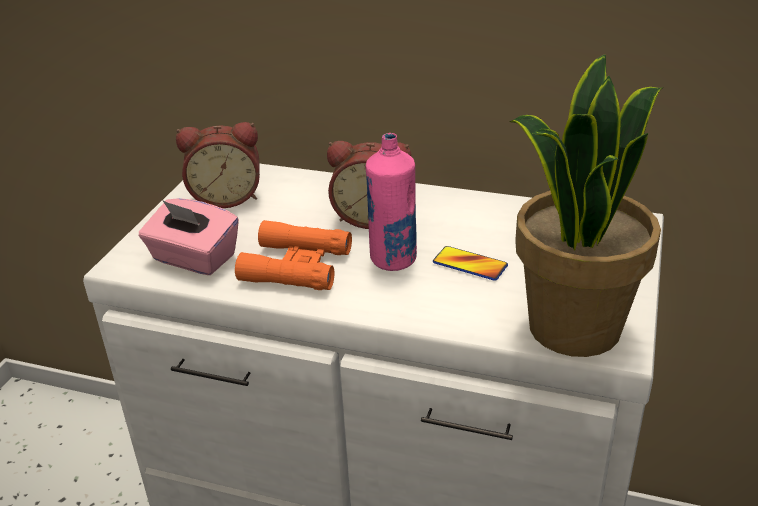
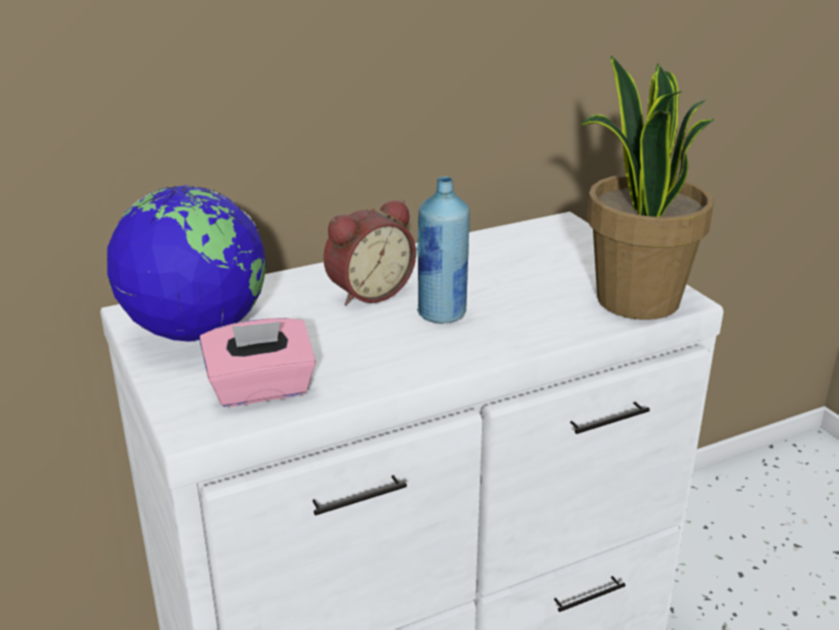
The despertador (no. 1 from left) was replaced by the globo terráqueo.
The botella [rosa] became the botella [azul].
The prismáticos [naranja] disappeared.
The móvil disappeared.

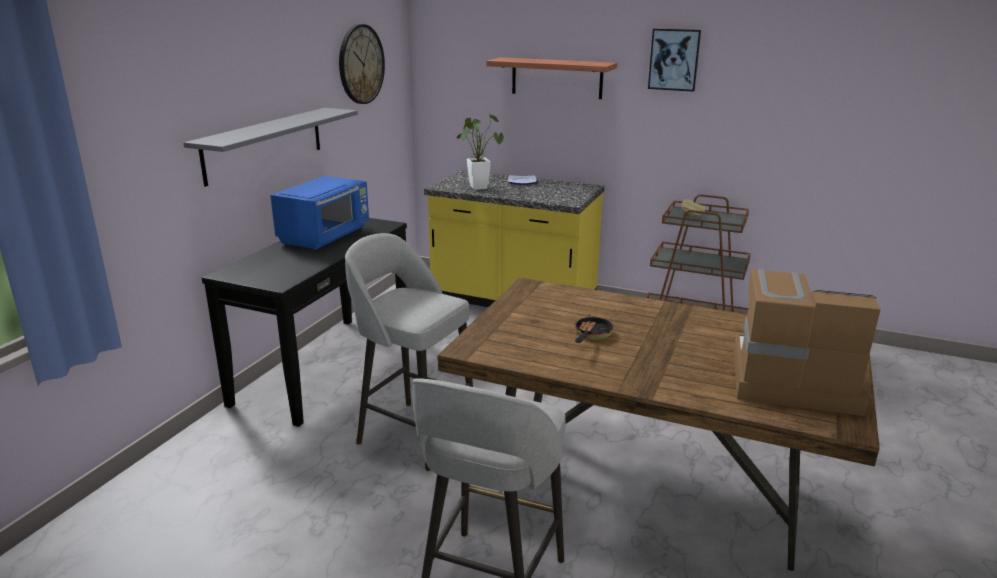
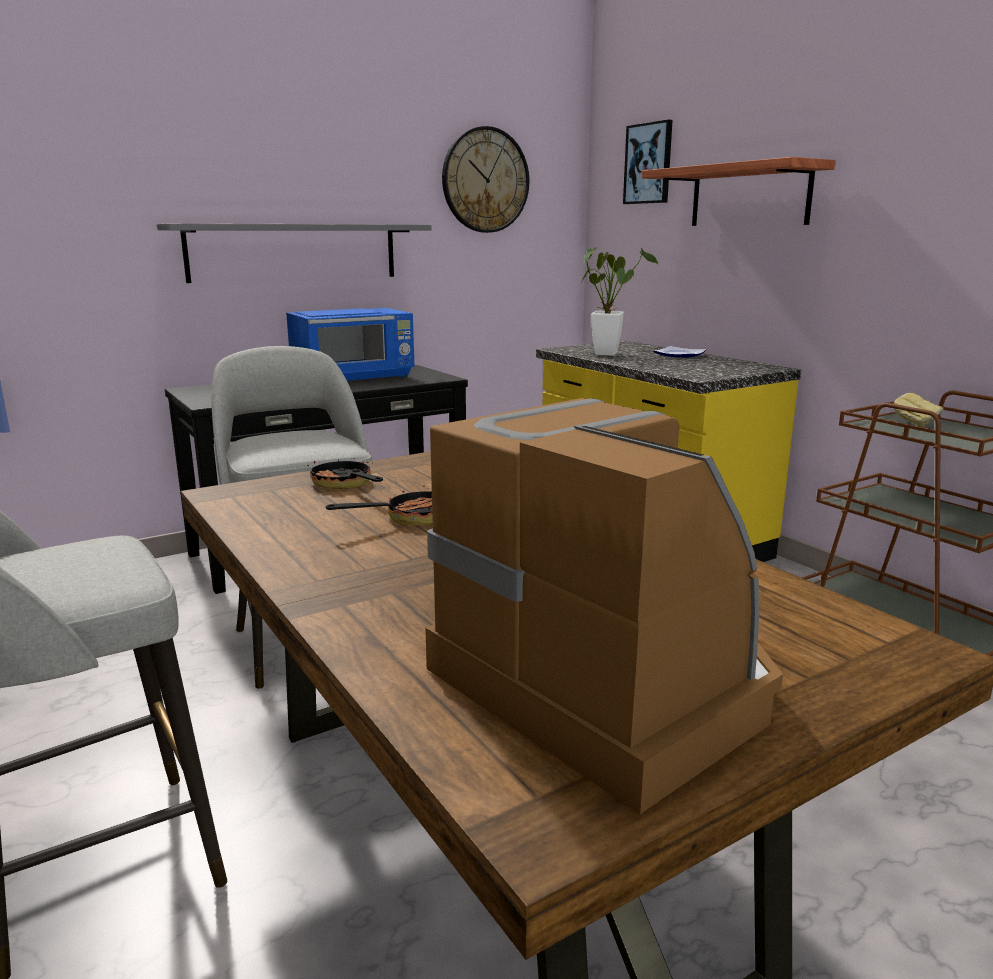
The sartén (no. 1 from left) appeared.
The cuadro moved.

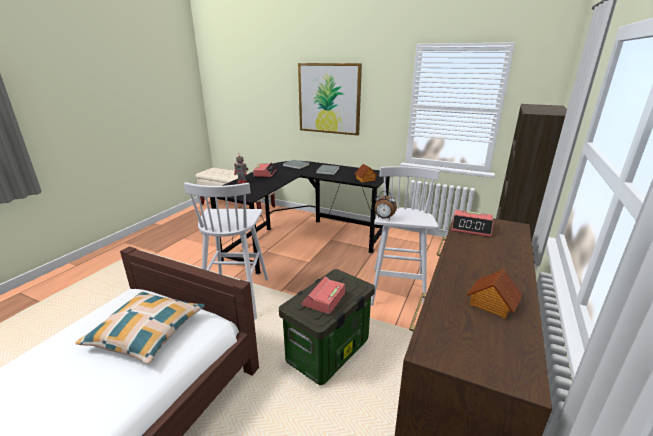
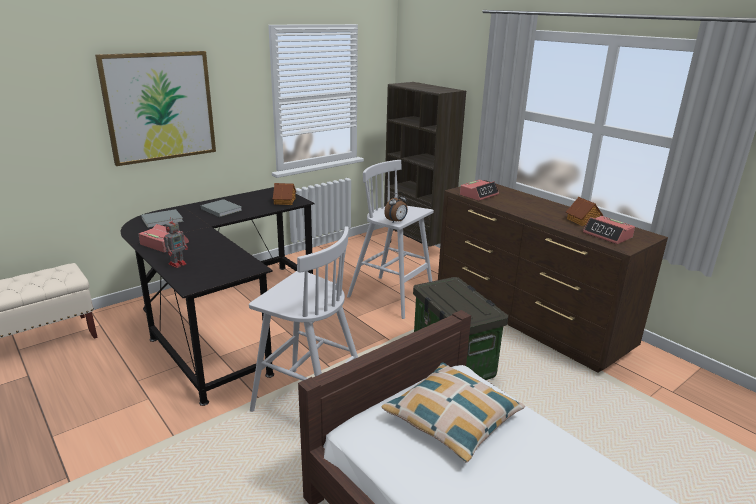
The despertador (no. 2 from left in the first image) moved.

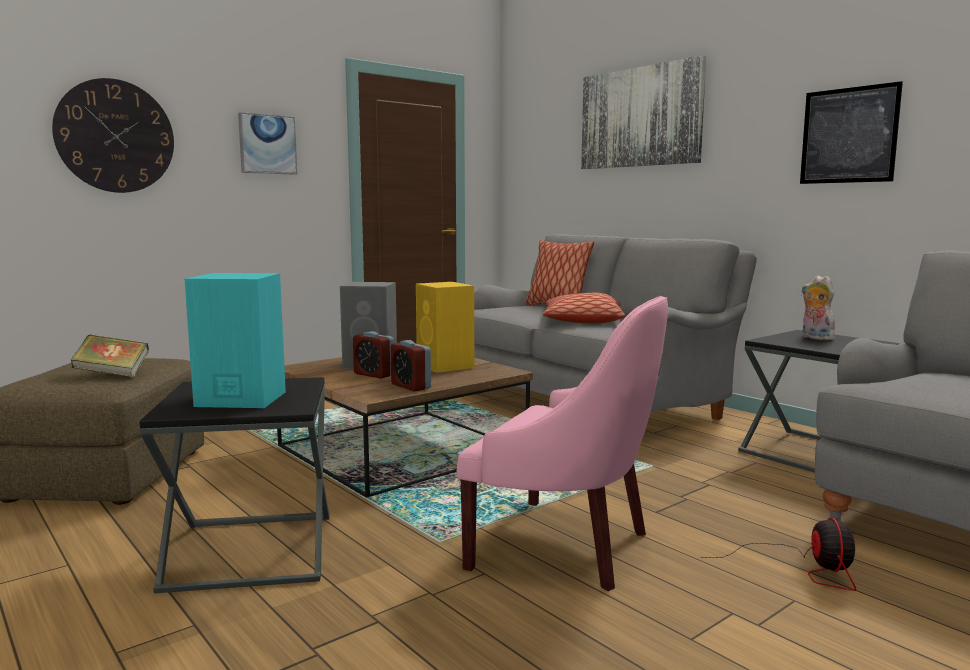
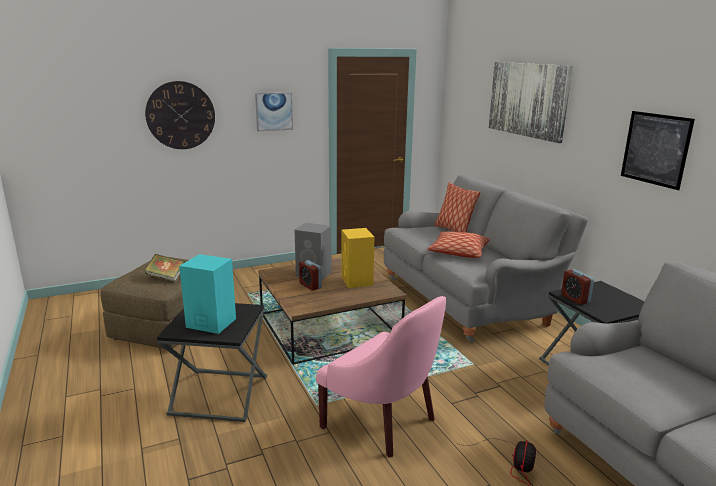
The despertador (no. 2 from left) moved.
The peluche disappeared.

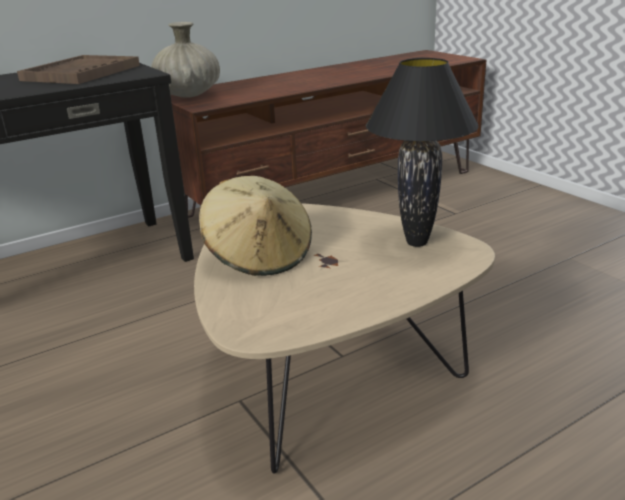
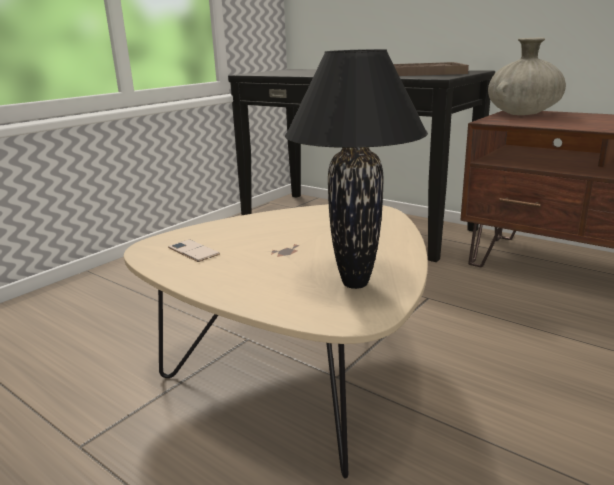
The móvil appeared.
The sombrero [beis] disappeared.

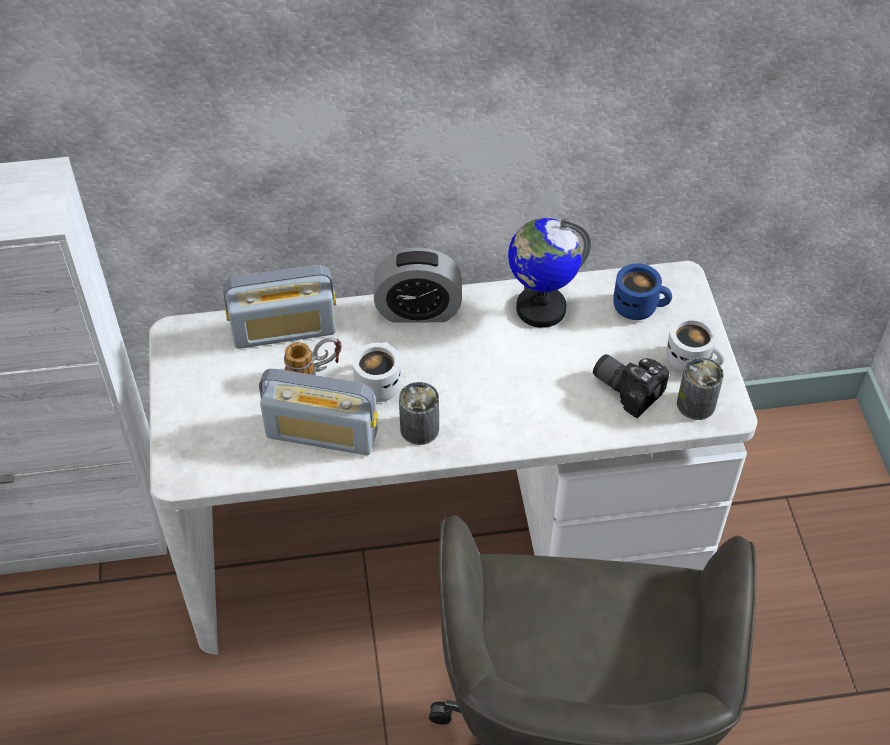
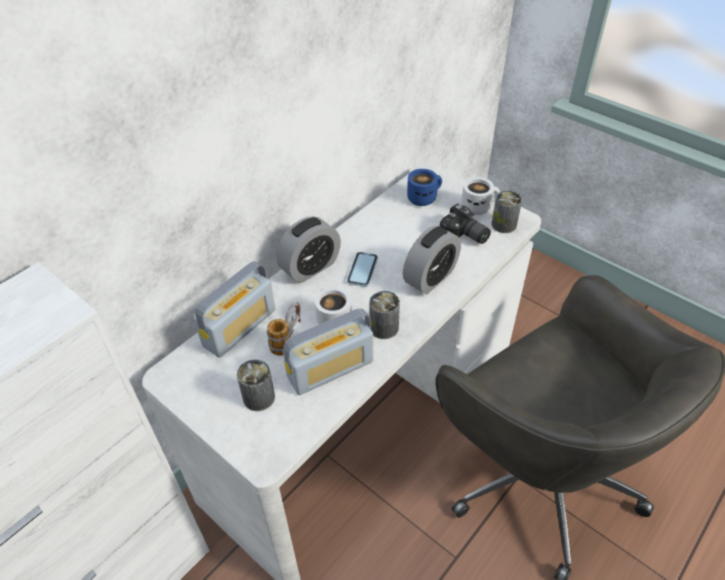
The lata (no. 1 from left) appeared.
The móvil appeared.
The despertador (no. 2 from left) appeared.
The cámara turned 135 degrees counterclockwise.
The globo terráqueo disappeared.

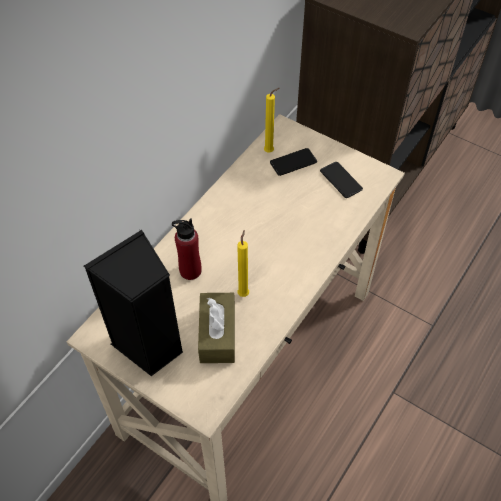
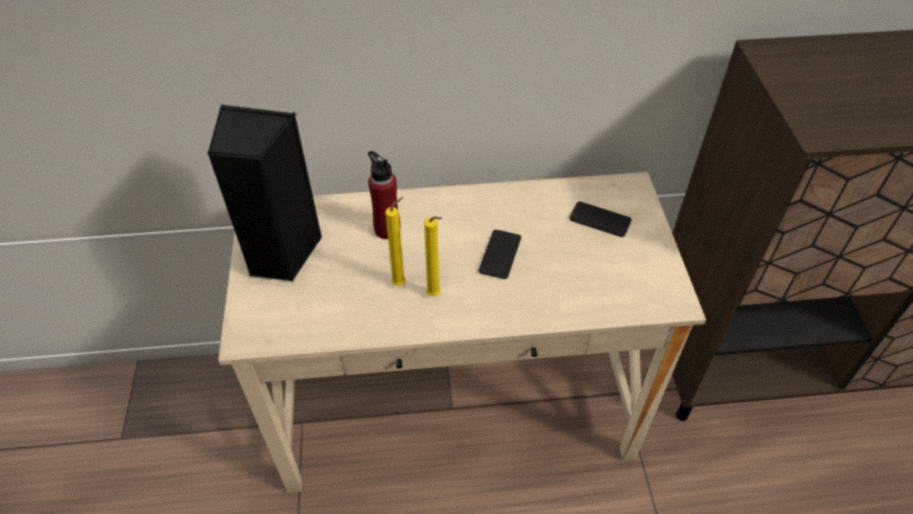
The vela [amarillo] (no. 2 from left) moved.
The móvil (no. 2 from left in the first image) moved.
The caja de pañuelos [marrón] disappeared.

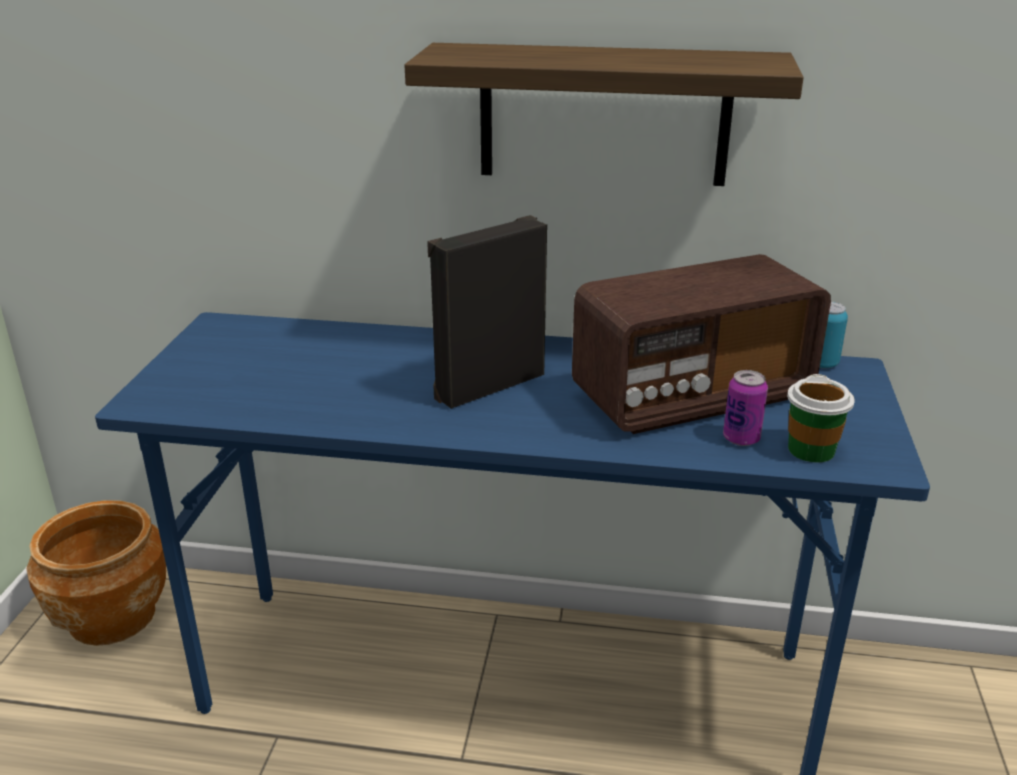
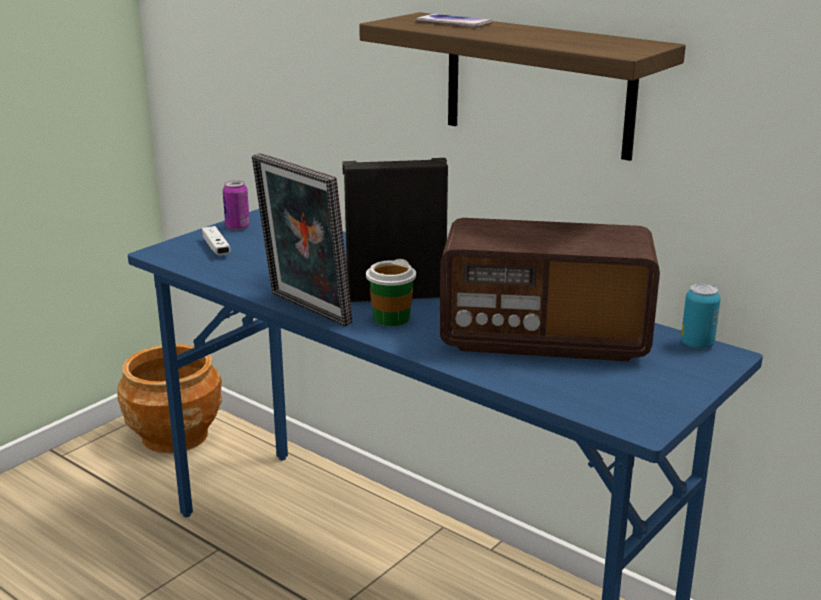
The mando de consola [blanco] appeared.
The lata (no. 1 from left) moved.
The portarretratos appeared.
The taza moved.
The móvil appeared.

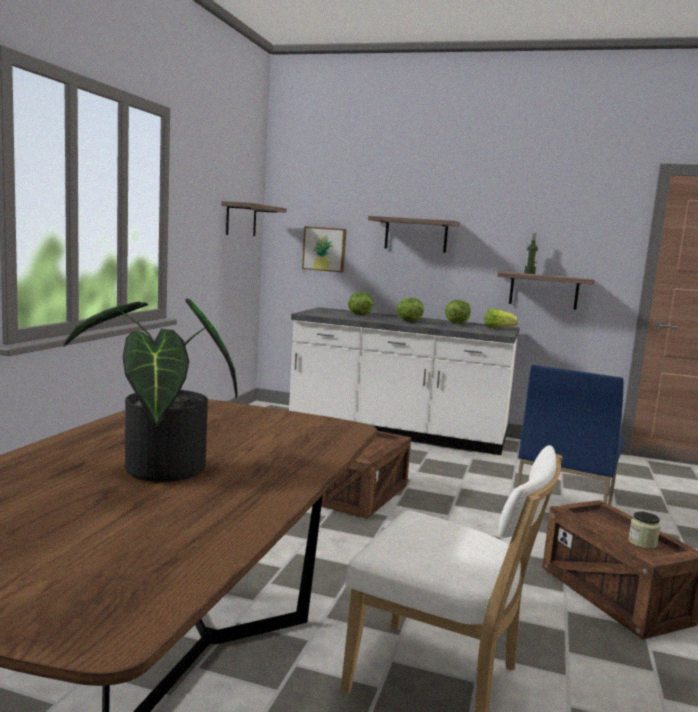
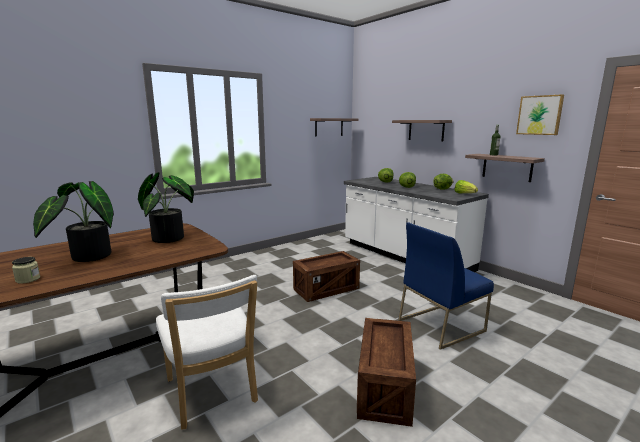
The tarro moved.
The planta en maceta (no. 2 from left) appeared.
The cuadro moved.

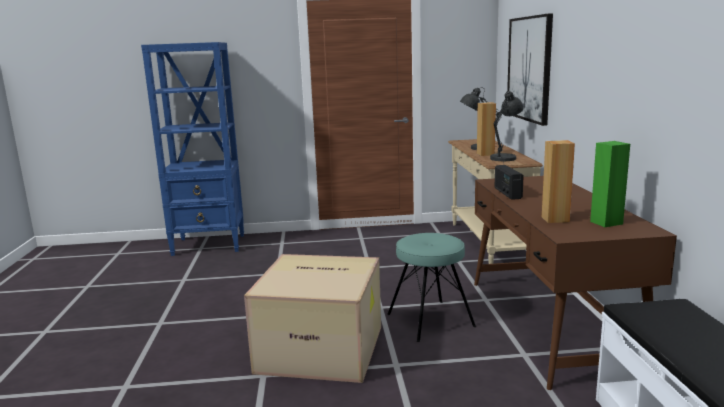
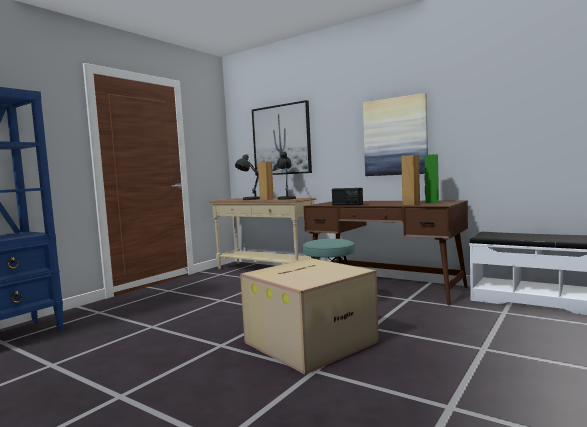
The cuadro (no. 2 from left) appeared.

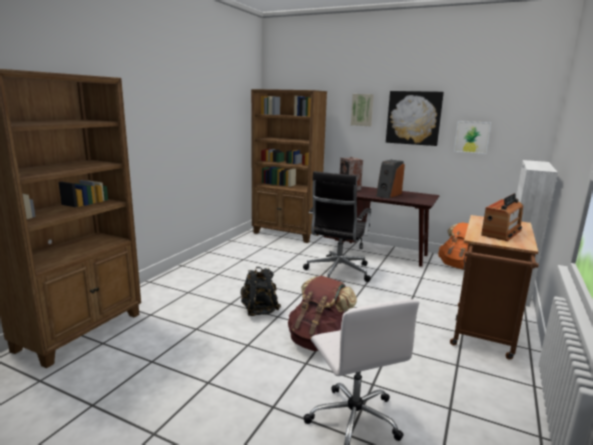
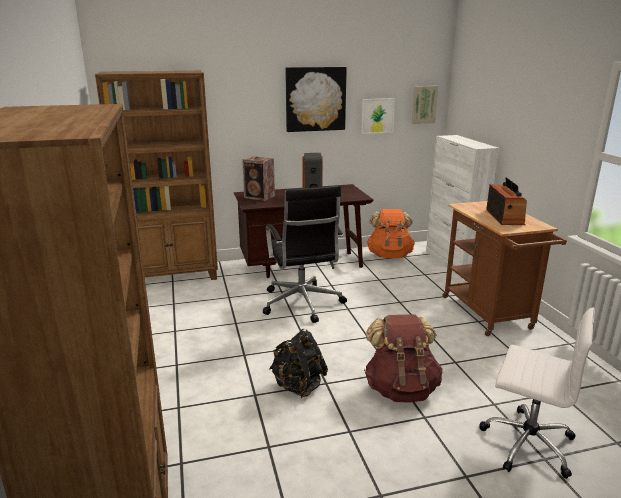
The cuadro (no. 1 from left in the first image) moved.

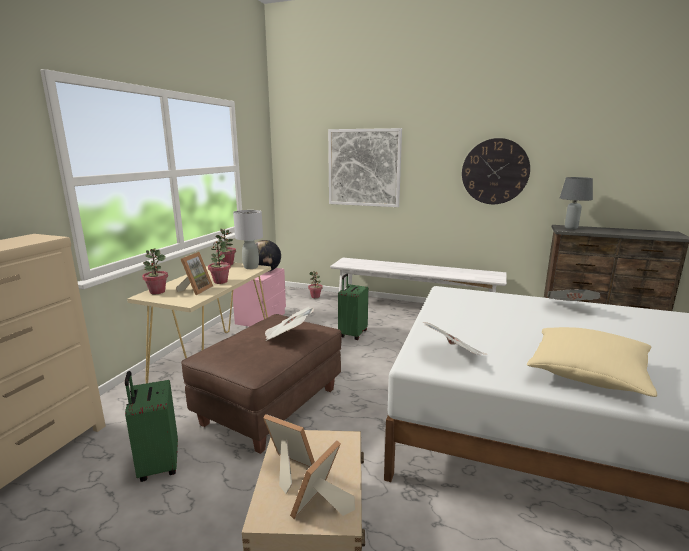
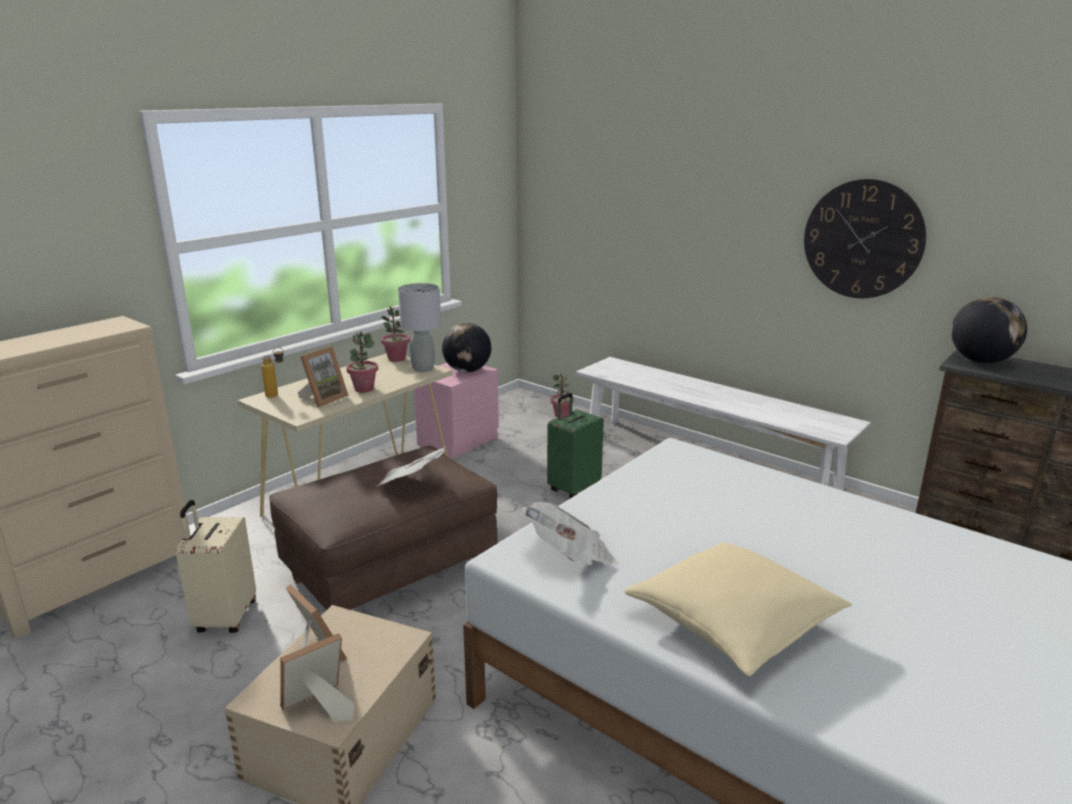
The maleta [verde] (no. 1 from left) became the maleta [beis].
The planta en maceta (no. 1 from left) was replaced by the botella.
The lámpara de mesa [gris] (no. 2 from left) was replaced by the globo terráqueo (no. 2 from left).
The cuadro disappeared.
The periódico (no. 3 from left) disappeared.

